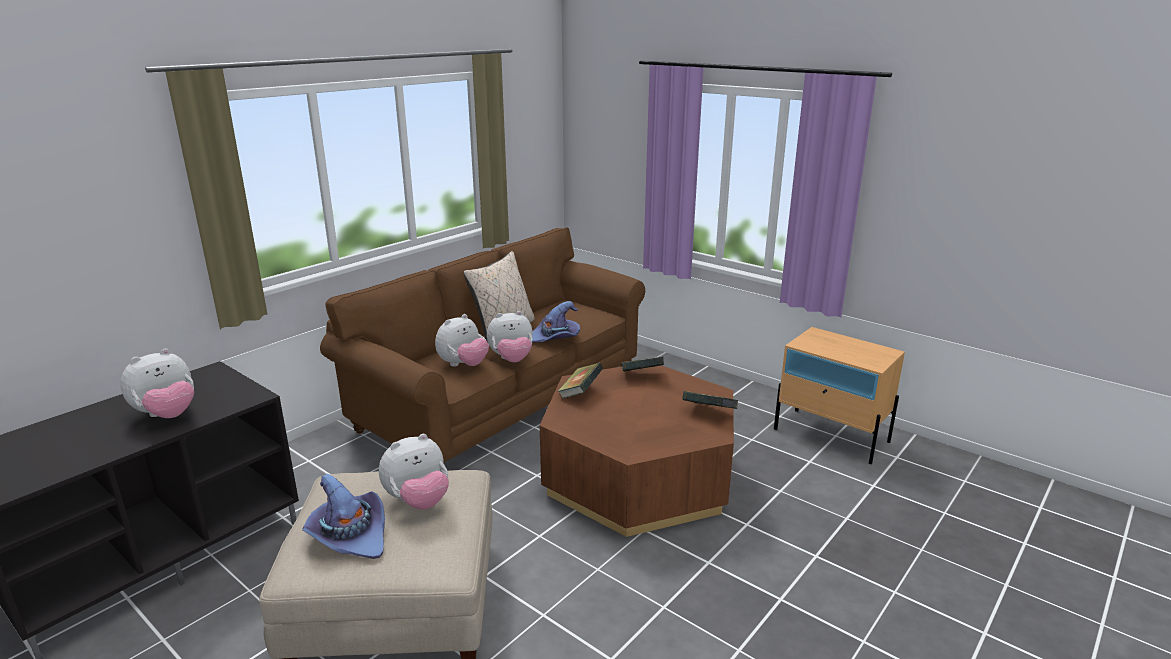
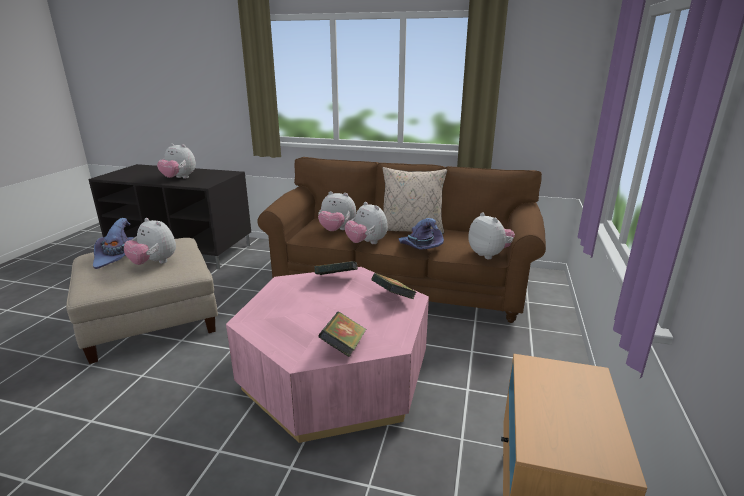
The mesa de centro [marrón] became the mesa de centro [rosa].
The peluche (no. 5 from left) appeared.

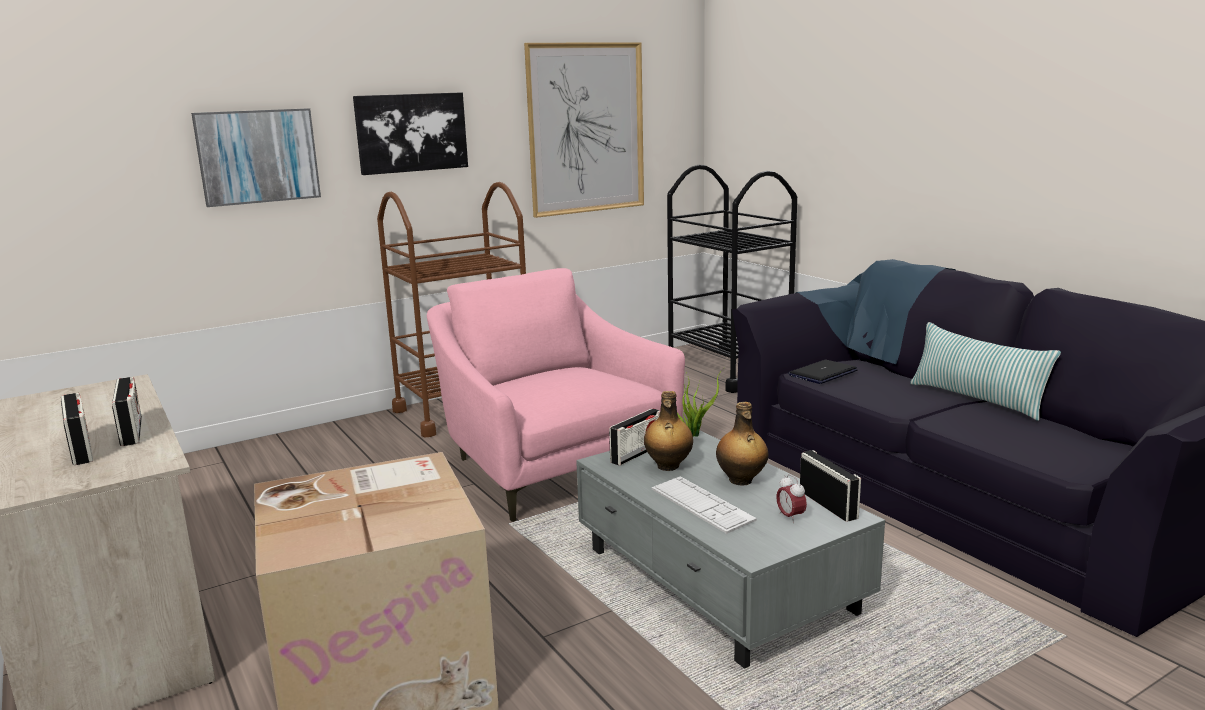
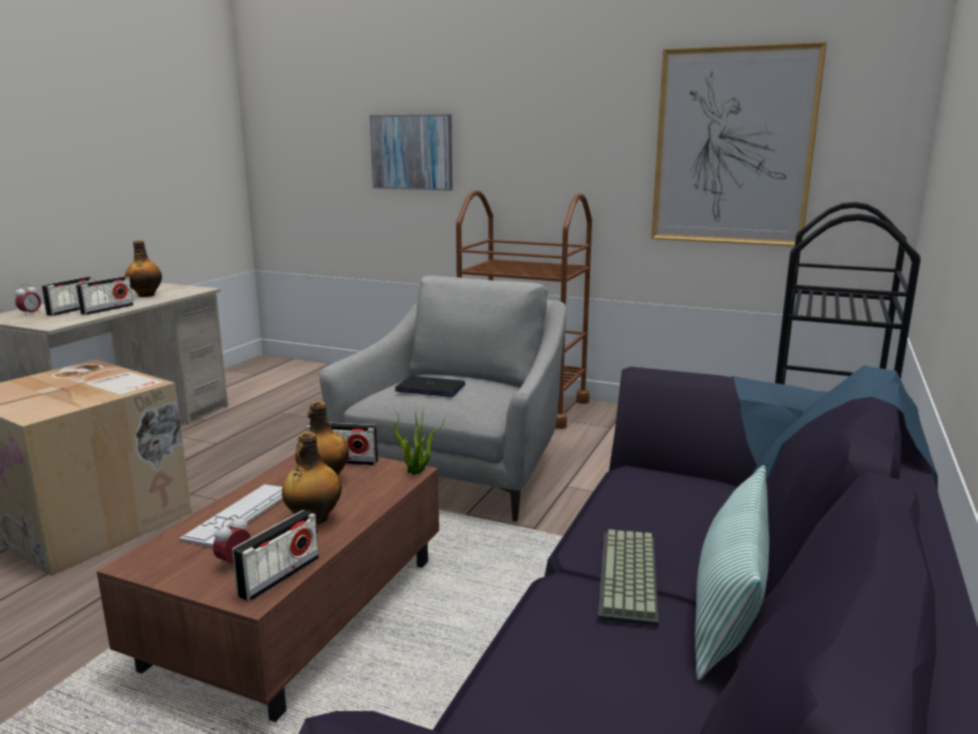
The despertador (no. 1 from left) appeared.
The mesa de centro [gris] became the mesa de centro [marrón].
The botella (no. 1 from left) appeared.
The sillón [rosa] became the sillón [gris].
The portátil moved.
The teclado (no. 2 from left) appeared.
The cuadro (no. 2 from left) disappeared.

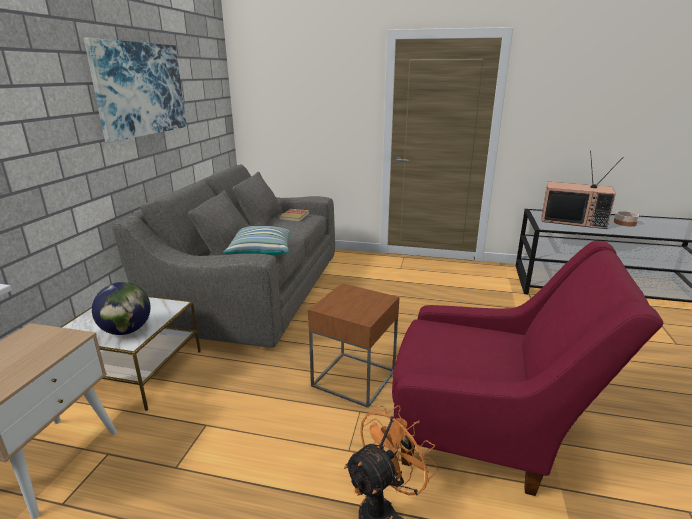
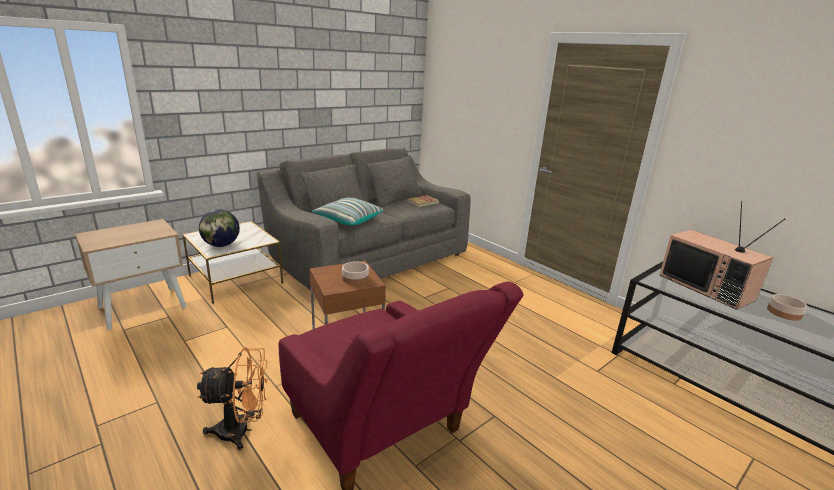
The cuenco (no. 1 from left) appeared.
The cuadro disappeared.

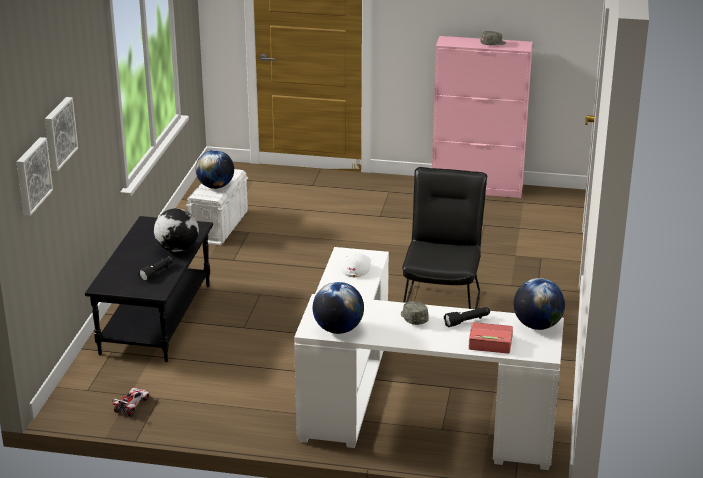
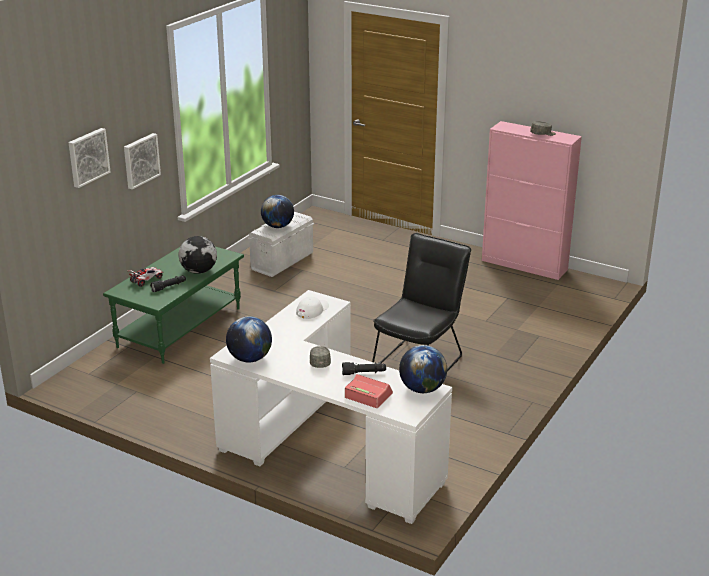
The mesa de centro [negro] became the mesa de centro [verde].
The cuadro (no. 1 from left in the first image) moved.
The coche de juguete moved.

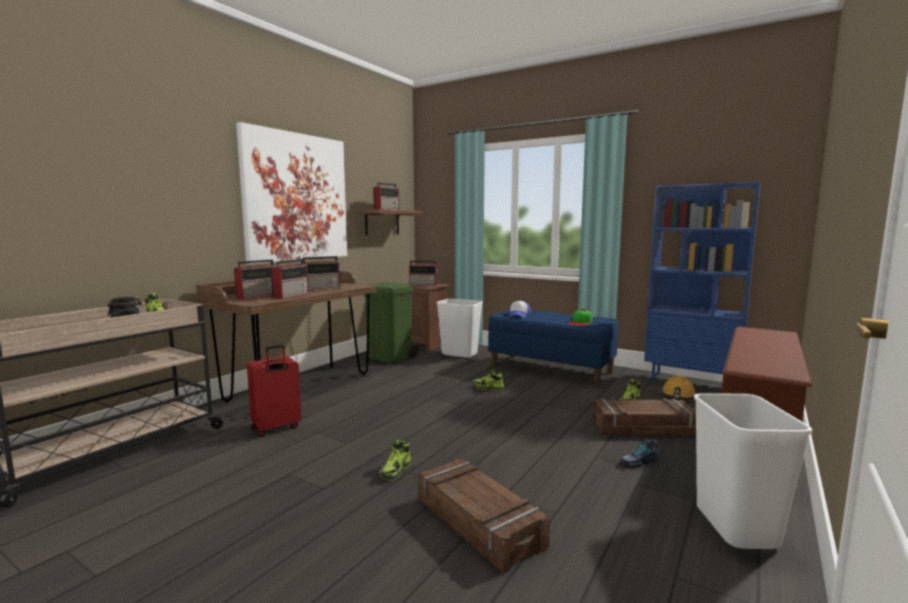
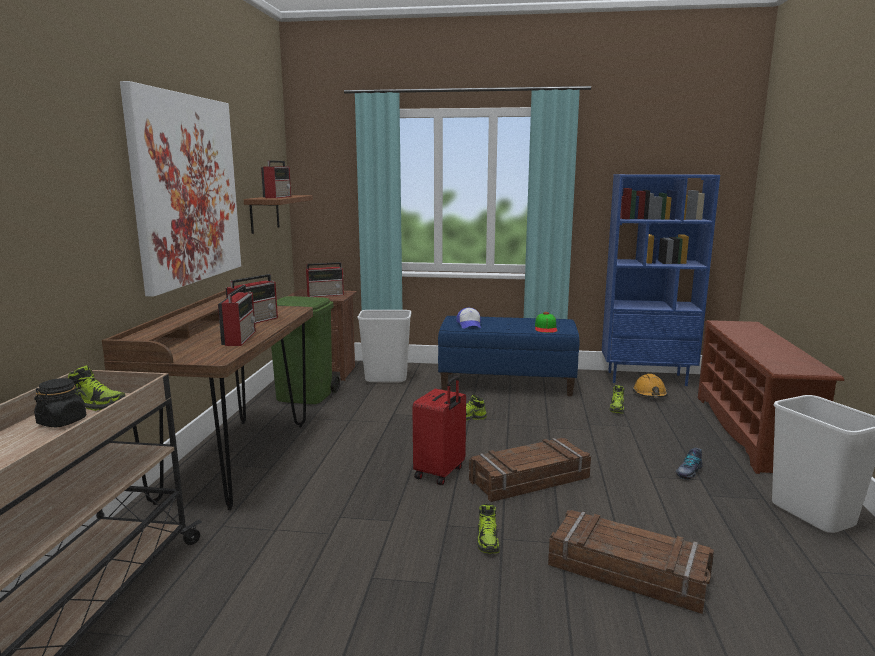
The maleta [rojo] moved.
The caja de embalaje (no. 2 from left in the first image) moved.
The radio (no. 1 from left) disappeared.

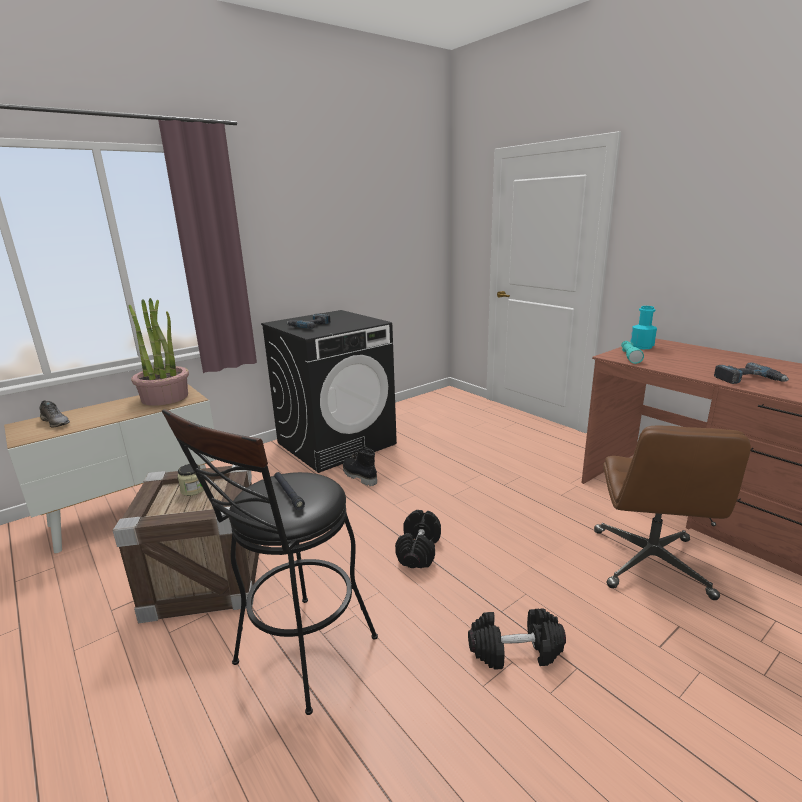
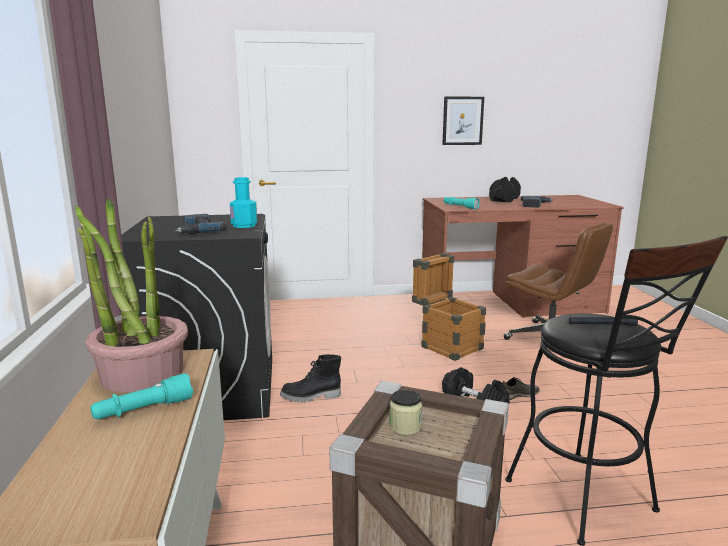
The linterna [turquesa] (no. 1 from left) appeared.
The botella [turquesa] moved.
The caja de embalaje (no. 2 from left) appeared.
The cuadro appeared.
The mancuerna [negro] (no. 2 from left) moved.
The zapato [gris] moved.

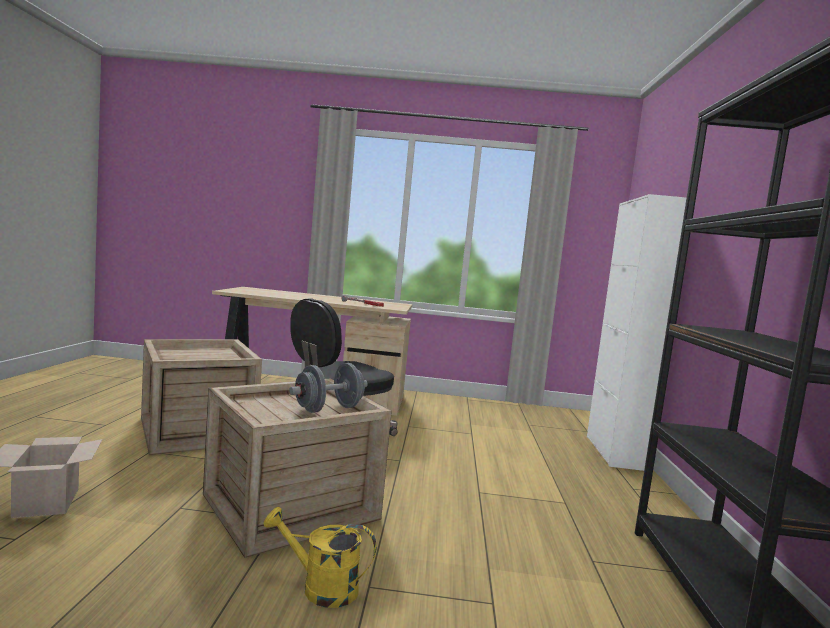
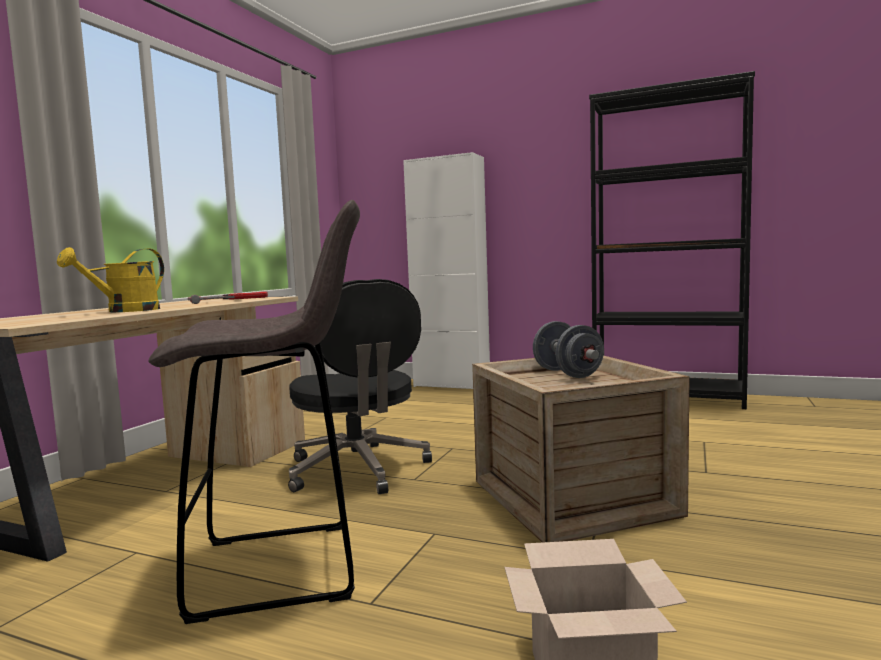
The regadera [amarillo] moved.
The caja de embalaje (no. 1 from left) was replaced by the taburete [gris].

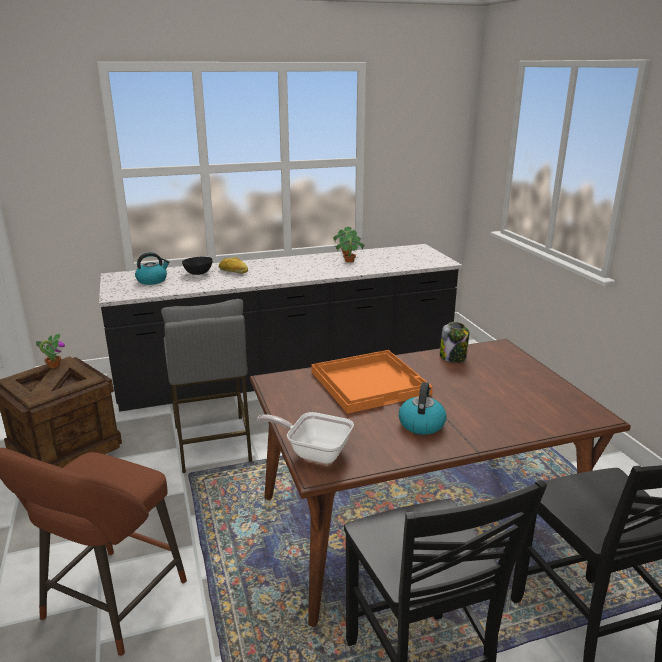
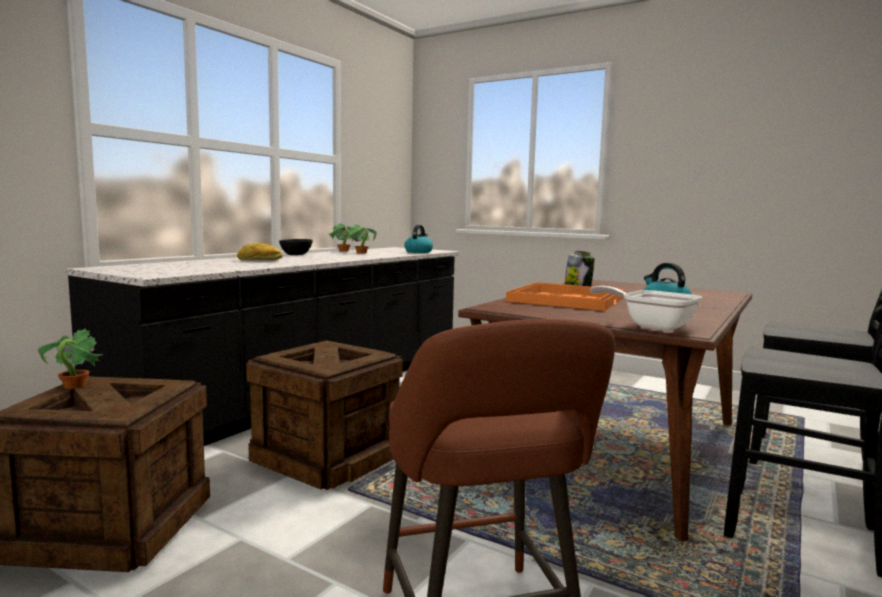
The taburete [gris] was replaced by the caja de embalaje (no. 2 from left).
The cuenco [negro] moved.
The hervidor (no. 1 from left) moved.
The sartén turned 60 degrees clockwise.

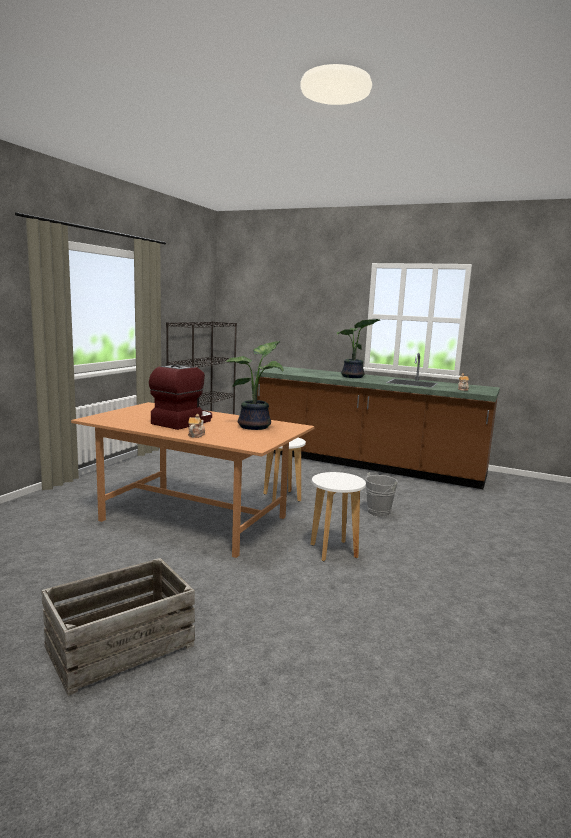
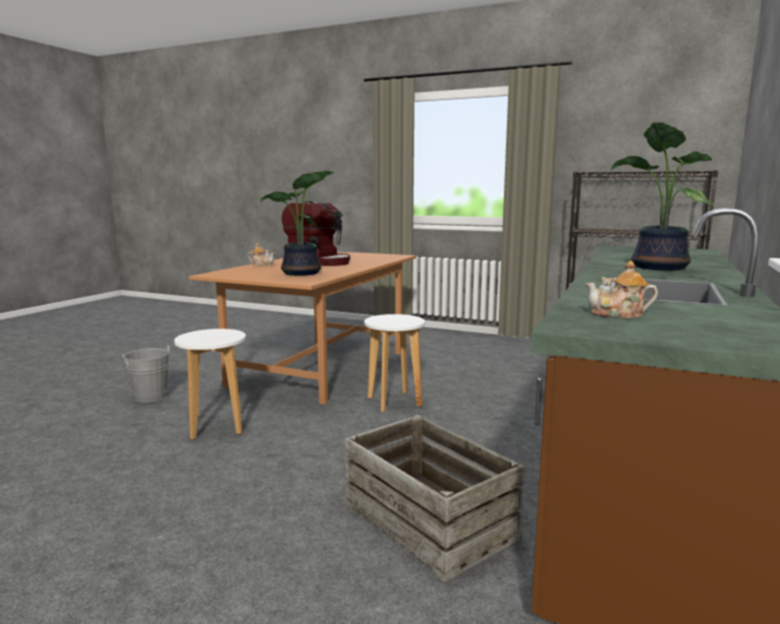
The cubo [gris] moved.
The caja de embalaje moved.

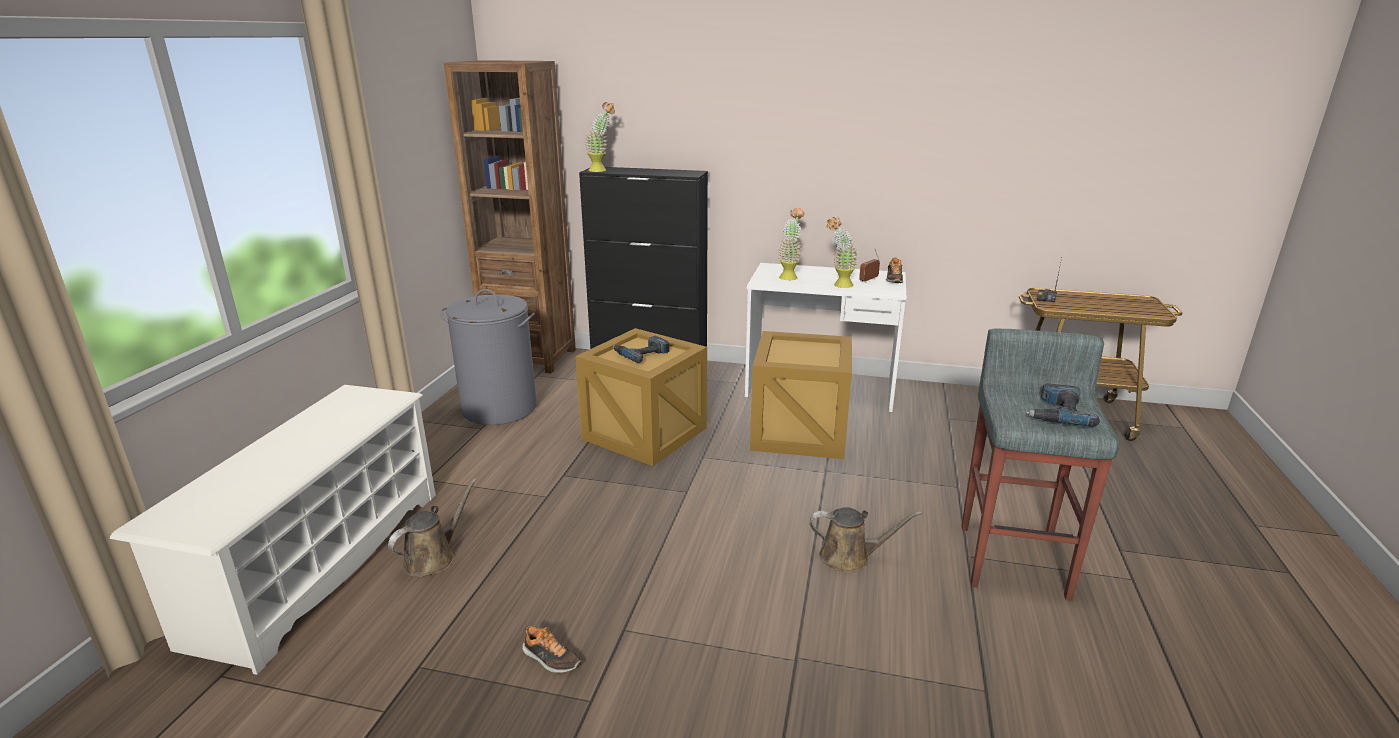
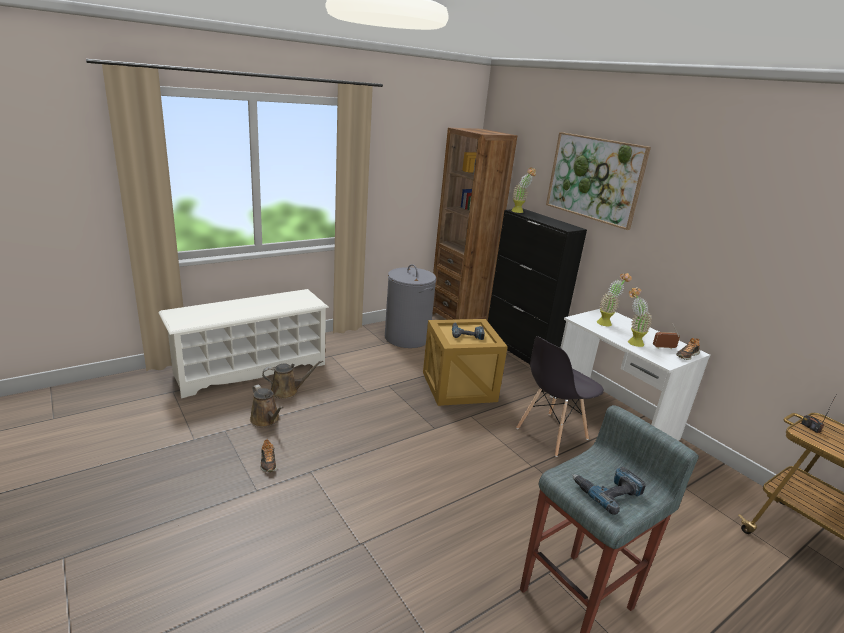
The regadera [marrón] (no. 2 from left in the first image) moved.
The caja de embalaje (no. 2 from left) was replaced by the silla [gris].
The cuadro appeared.

